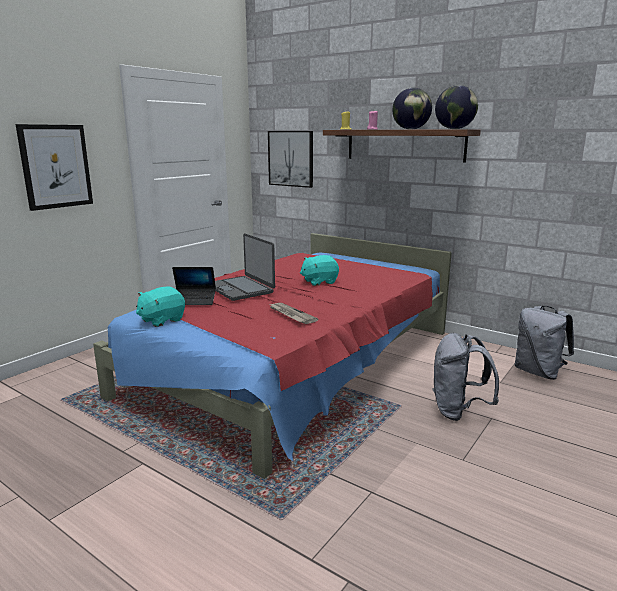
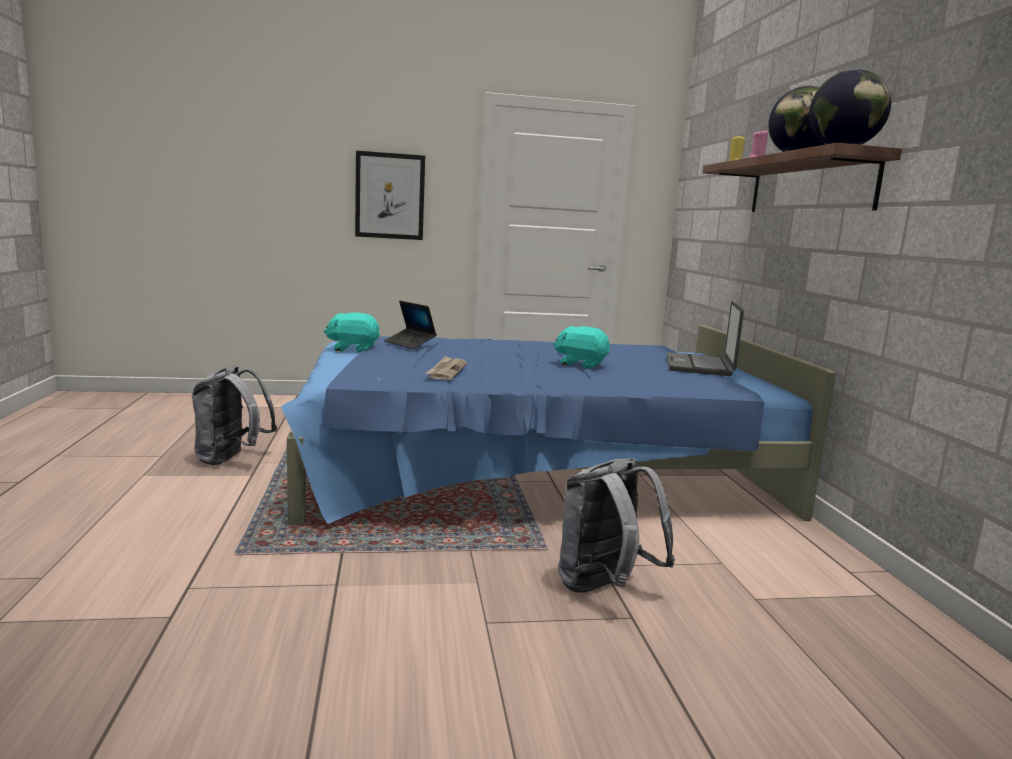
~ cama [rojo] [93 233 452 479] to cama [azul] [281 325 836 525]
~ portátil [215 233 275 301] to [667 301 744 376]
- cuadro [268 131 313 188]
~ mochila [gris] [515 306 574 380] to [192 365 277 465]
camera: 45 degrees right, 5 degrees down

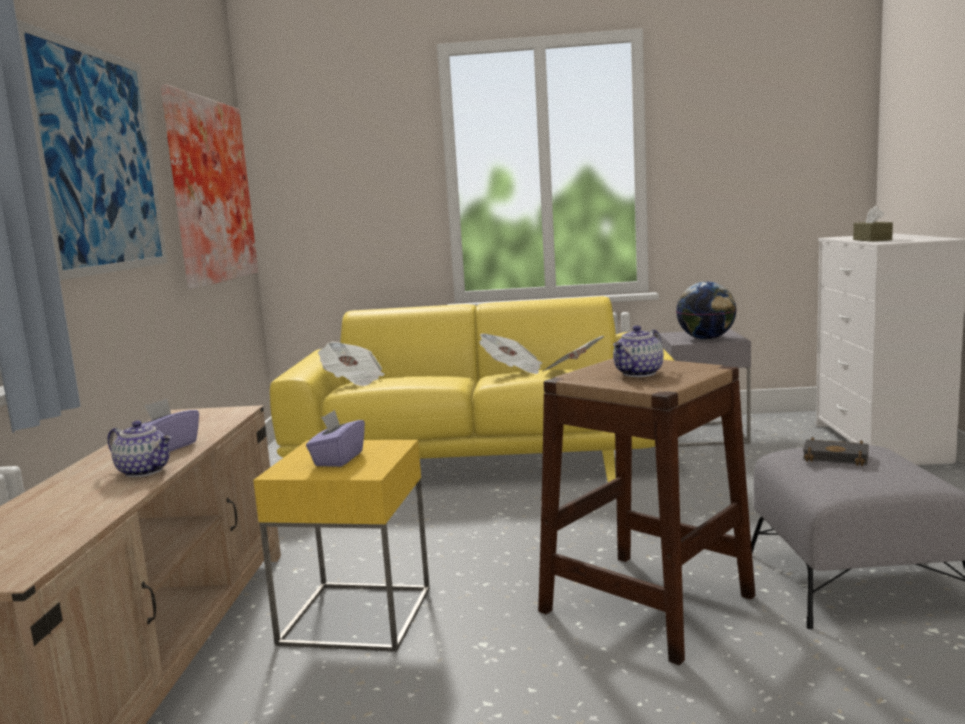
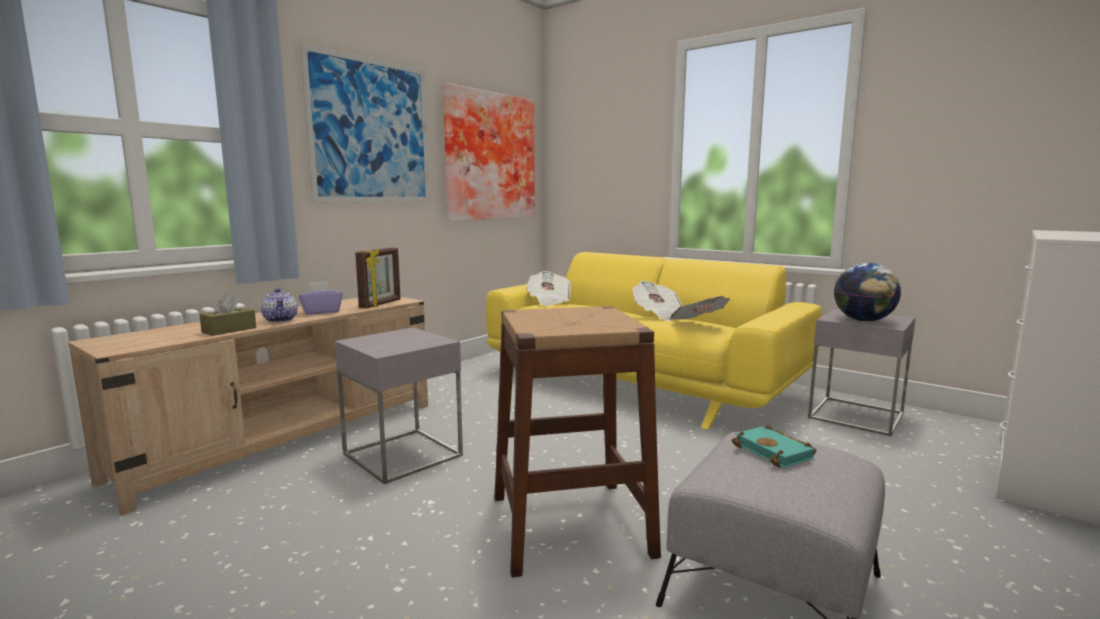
~ mesa auxiliar [amarillo] [253 440 430 652] to mesa auxiliar [gris] [335 327 463 484]
- caja de pañuelos [morado] [306 410 365 467]
- tetera [613 325 664 377]
~ libro [negro] [803 437 868 466] to libro [turquesa] [731 425 817 468]
~ caja de pañuelos [marrón] [853 206 893 242] to [199 294 256 336]
+ portarretratos [355 248 401 308]
camera: 35 degrees right, 0 degrees up

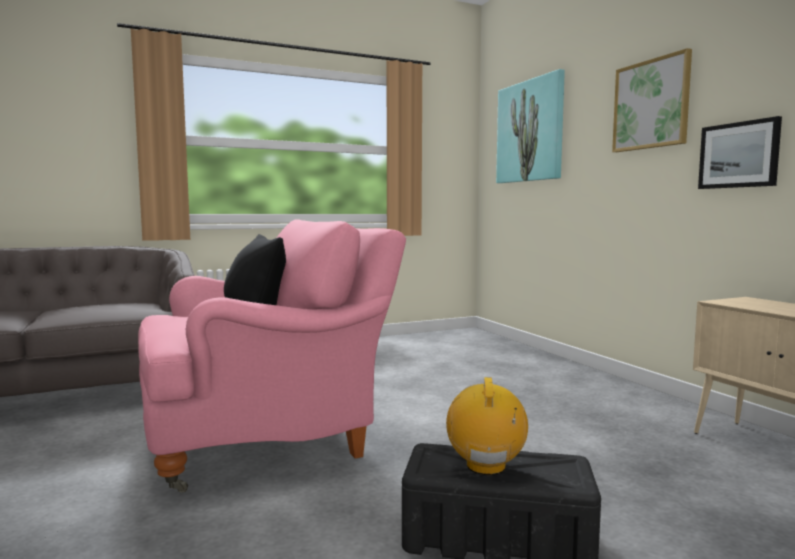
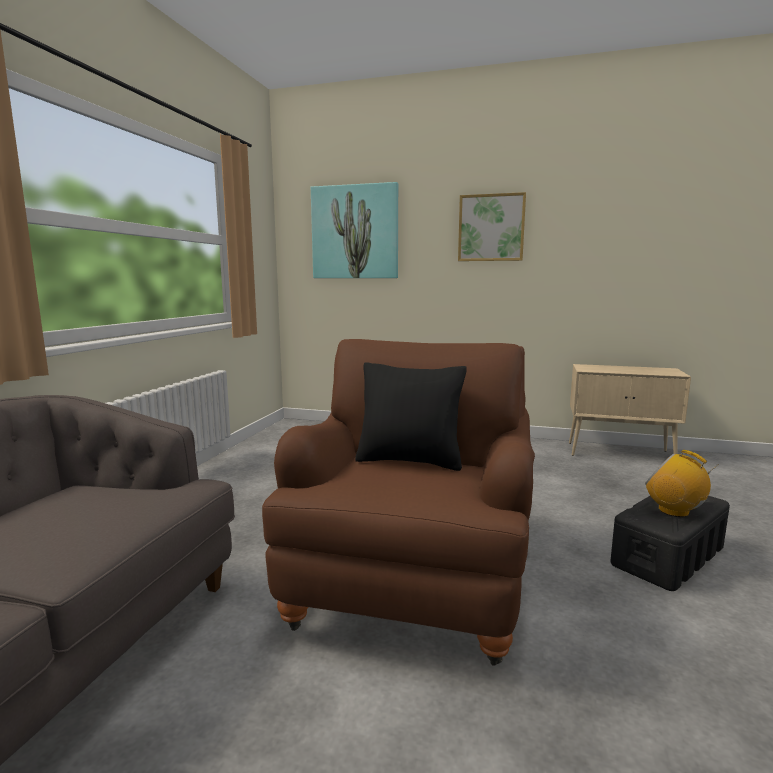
~ sillón [rosa] [138 219 406 493] to sillón [marrón] [262 339 535 666]
- cuadro [698 116 782 189]
camera: 50 degrees left, 5 degrees up

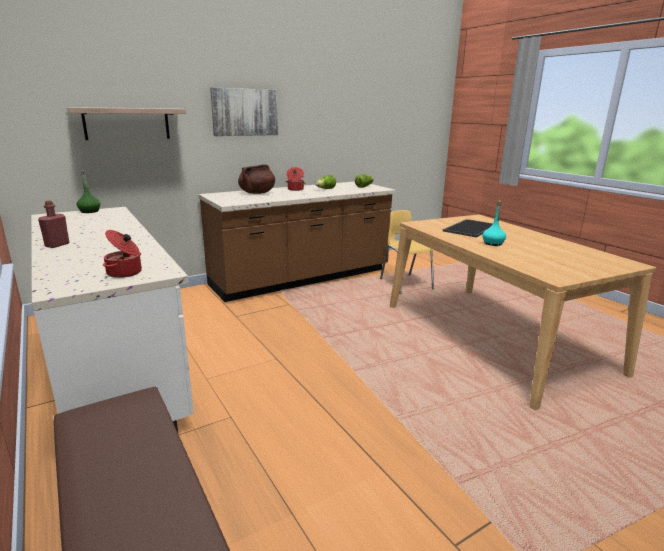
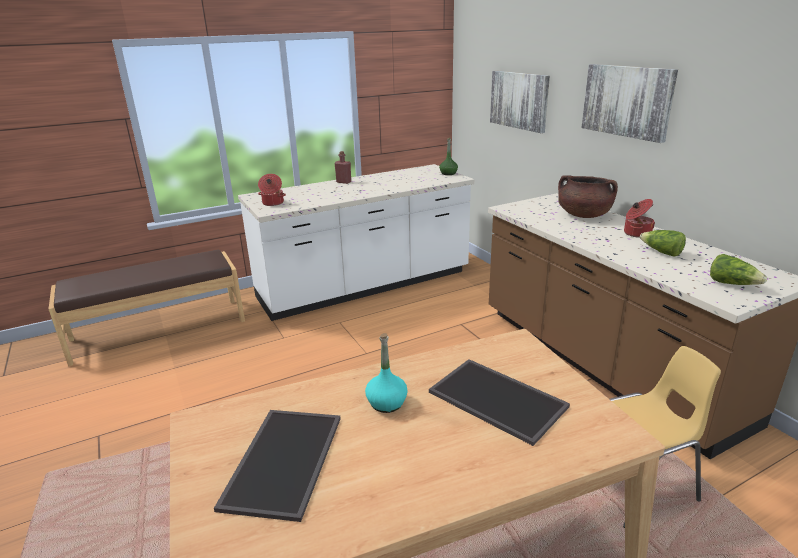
~ estante [67 107 186 140] to cuadro [490 71 550 133]
+ bandeja [214 410 341 522]
camera: 95 degrees right, 5 degrees up

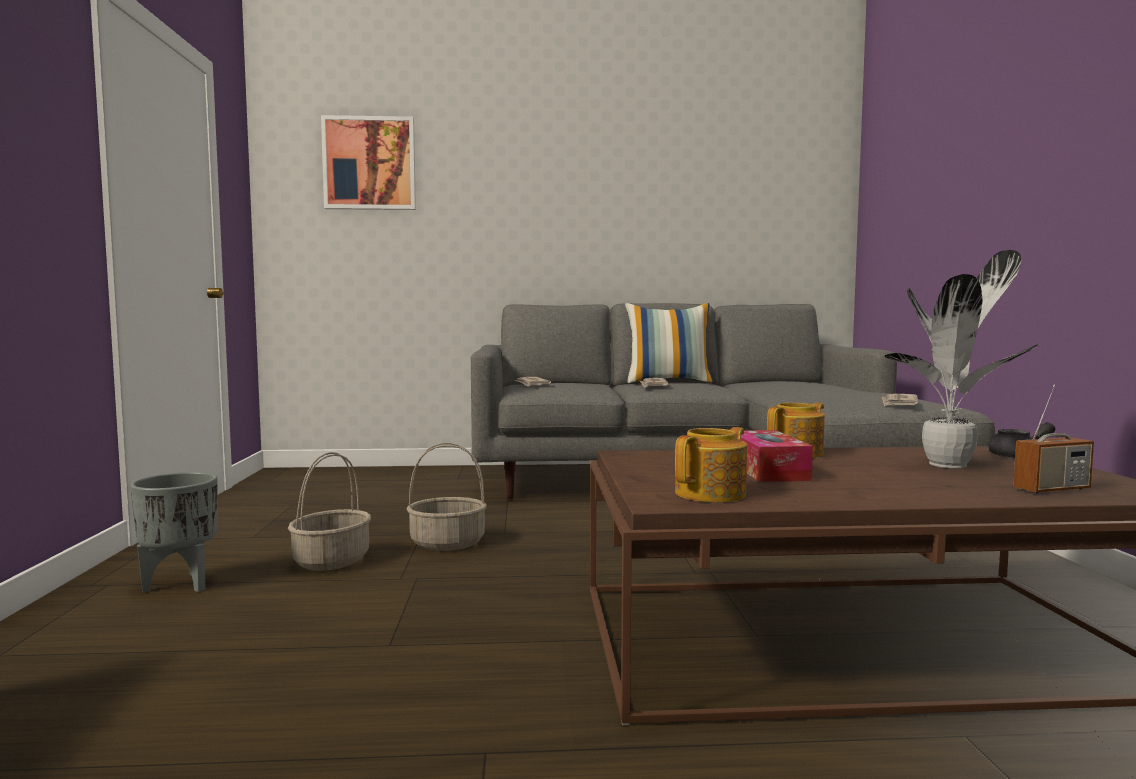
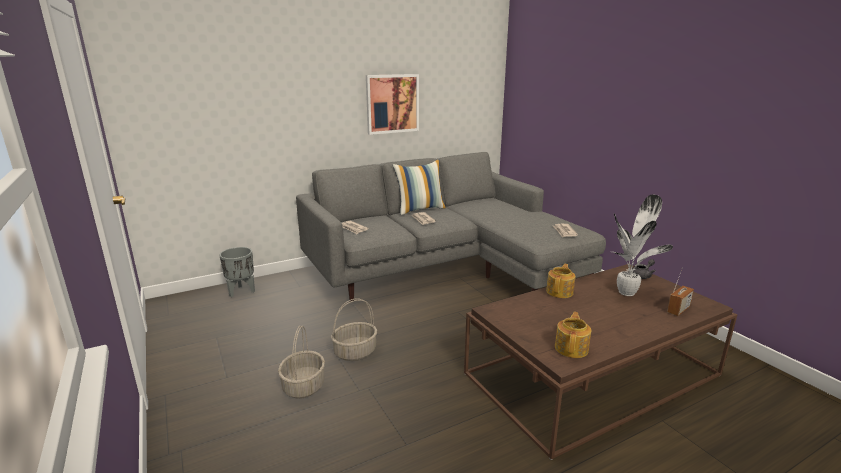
~ maceta [gris] [130 472 218 593] to [219 247 255 297]
~ cuadro [321 115 416 210] to [366 74 419 135]
- caja de pañuelos [741 430 813 482]
camera: 25 degrees left, 15 degrees up

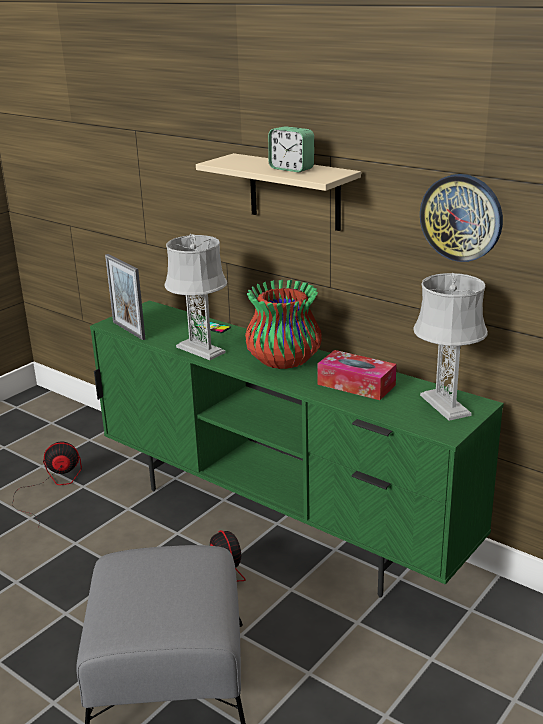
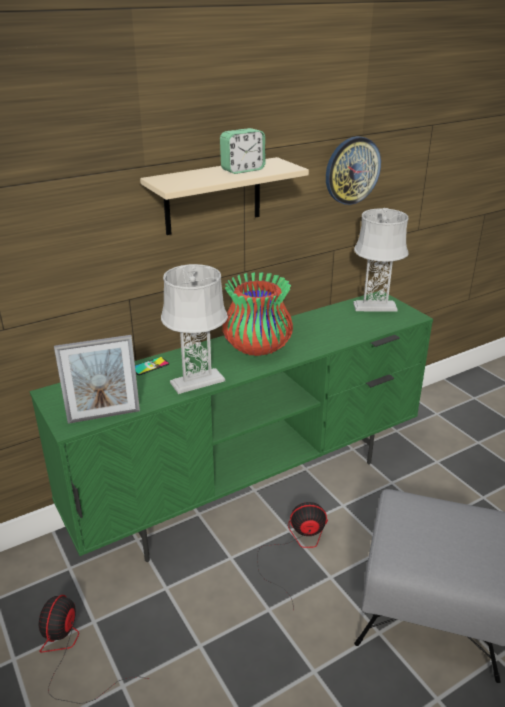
- caja de pañuelos [317 350 396 400]
camera: 70 degrees left, 5 degrees up

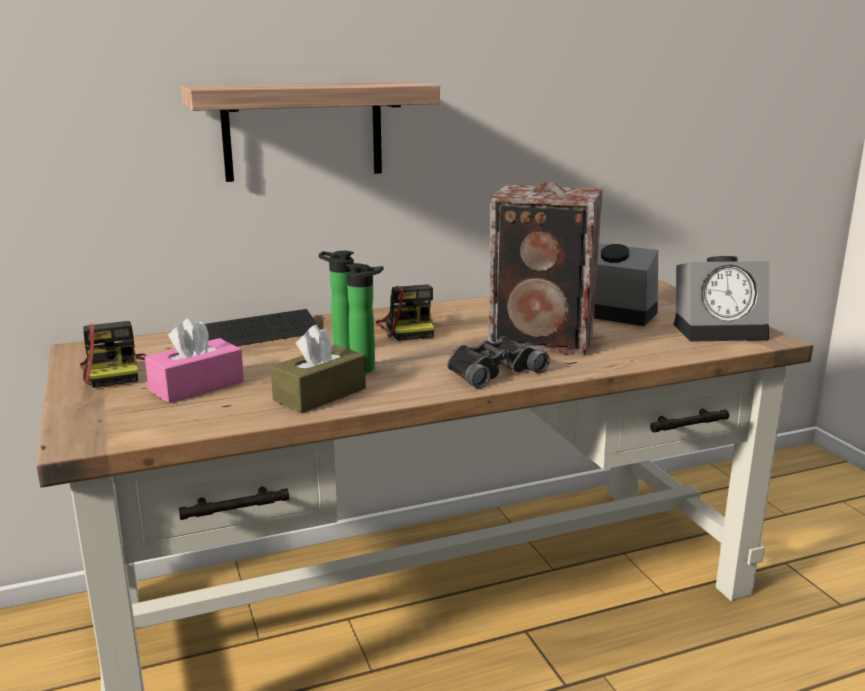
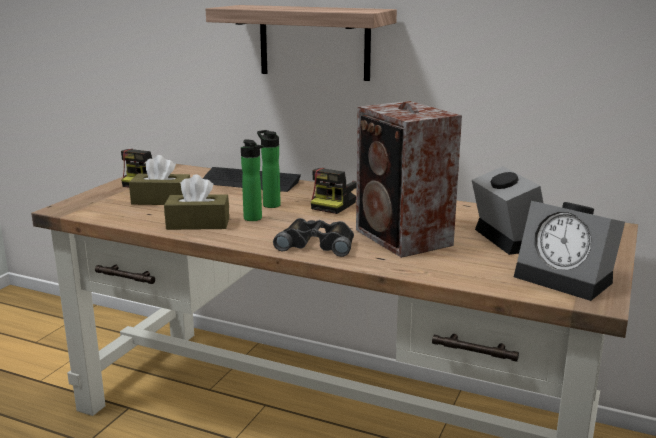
~ caja de pañuelos [rosa] [145 318 244 403] to caja de pañuelos [marrón] [129 155 190 205]
camera: 45 degrees right, 0 degrees up

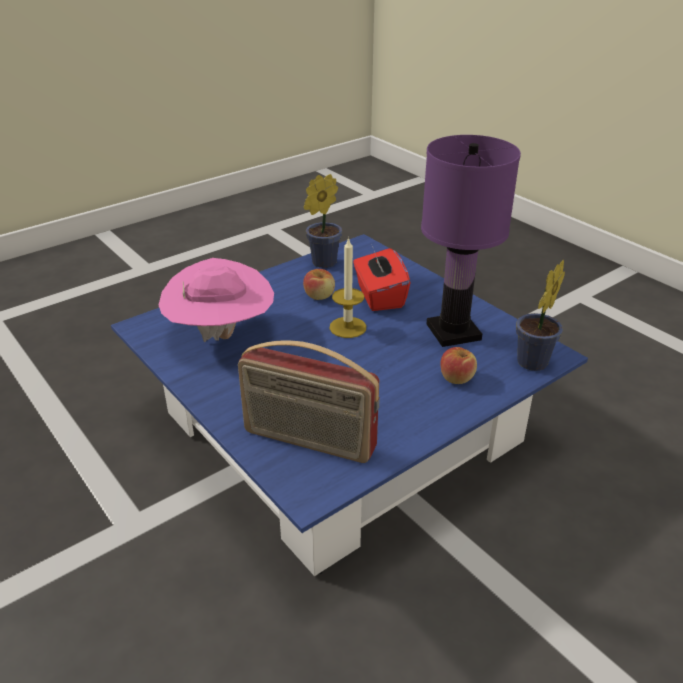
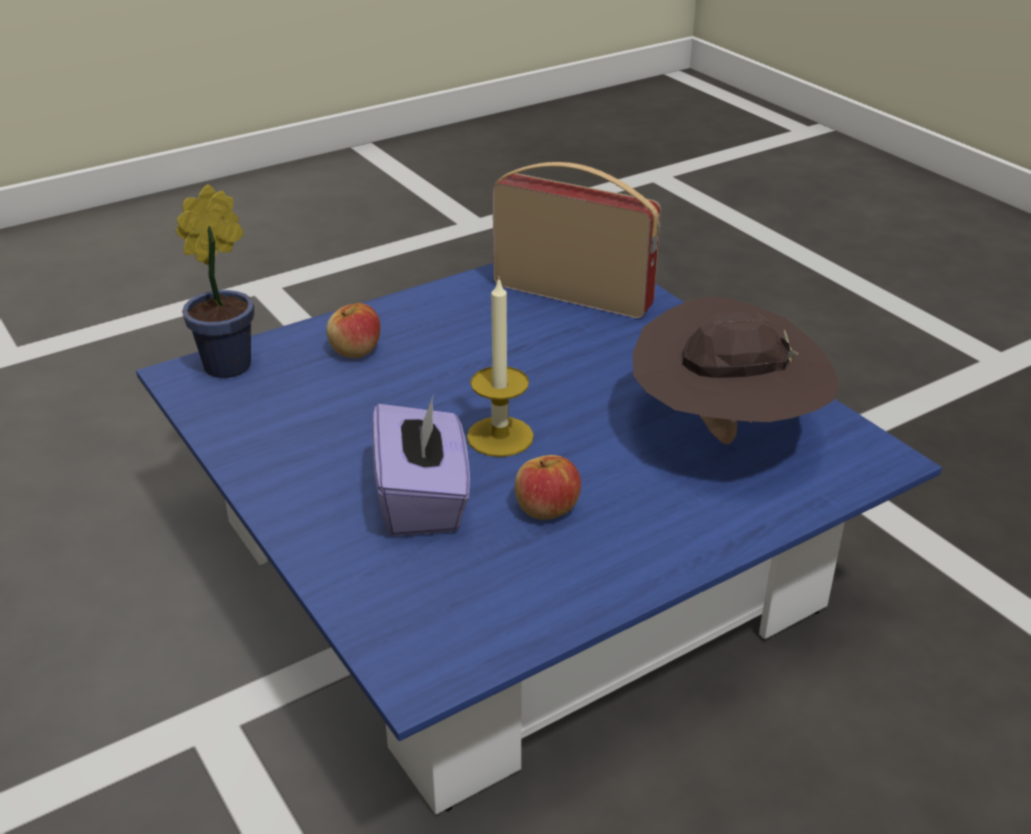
~ sombrero [rosa] [159 258 274 342] to sombrero [marrón] [633 296 839 444]
- planta en maceta [304 174 342 268]
~ caja de pañuelos [rojo] [353 246 410 311] to caja de pañuelos [morado] [372 394 470 536]
- lámpara de mesa [morado] [421 135 521 347]
camera: 175 degrees left, 0 degrees up

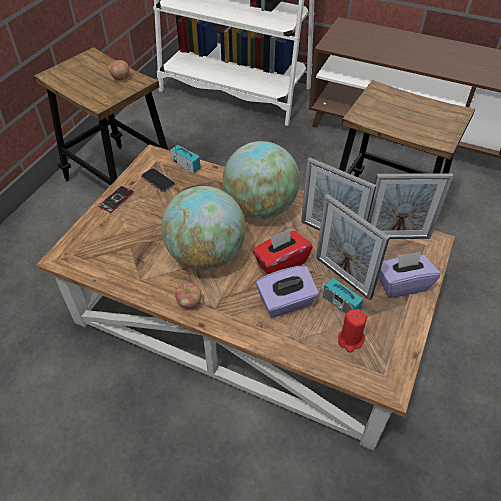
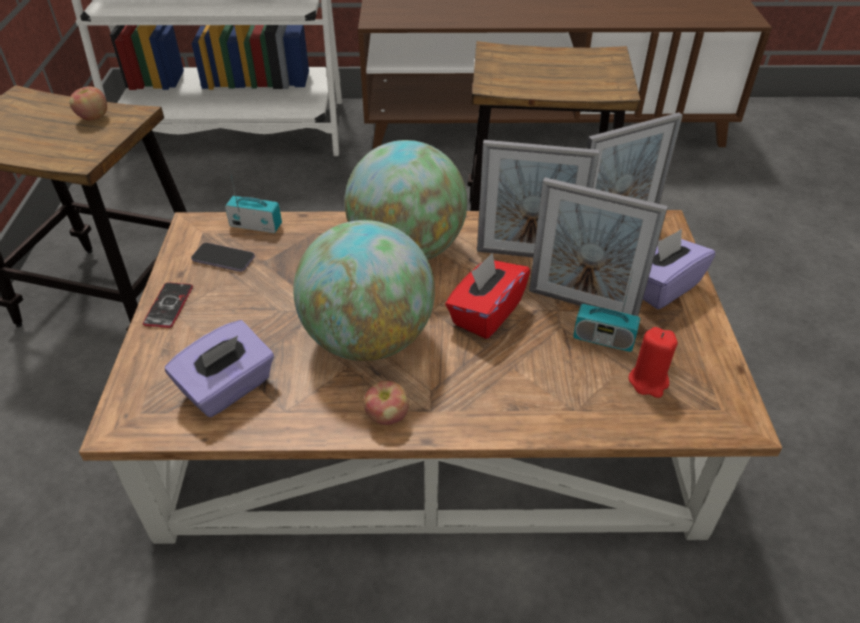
~ caja de pañuelos [morado] [256 265 319 318] to [165 320 274 417]
camera: 25 degrees left, 5 degrees down

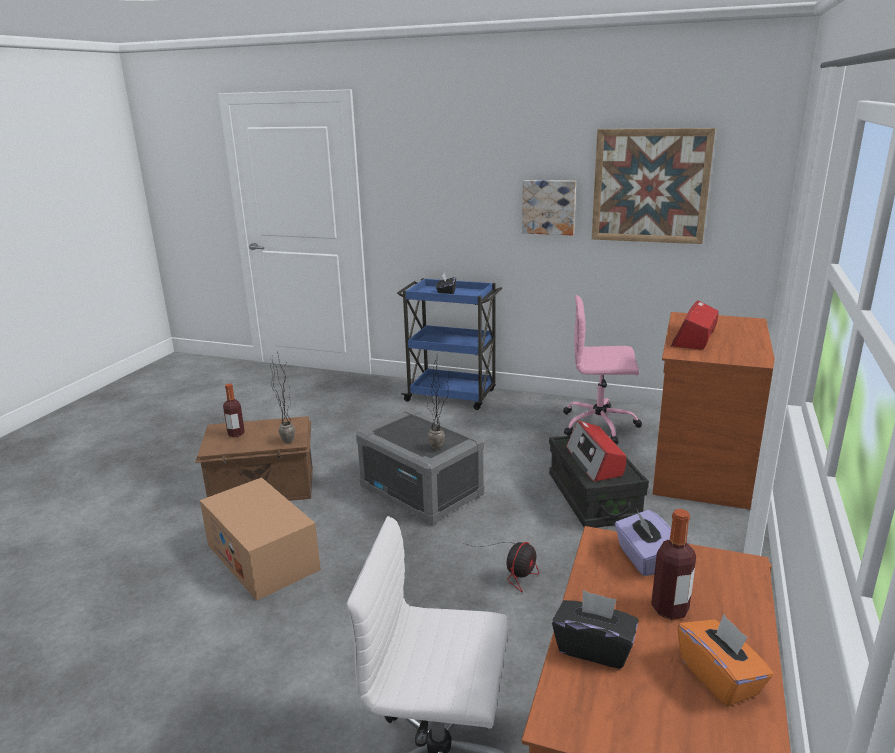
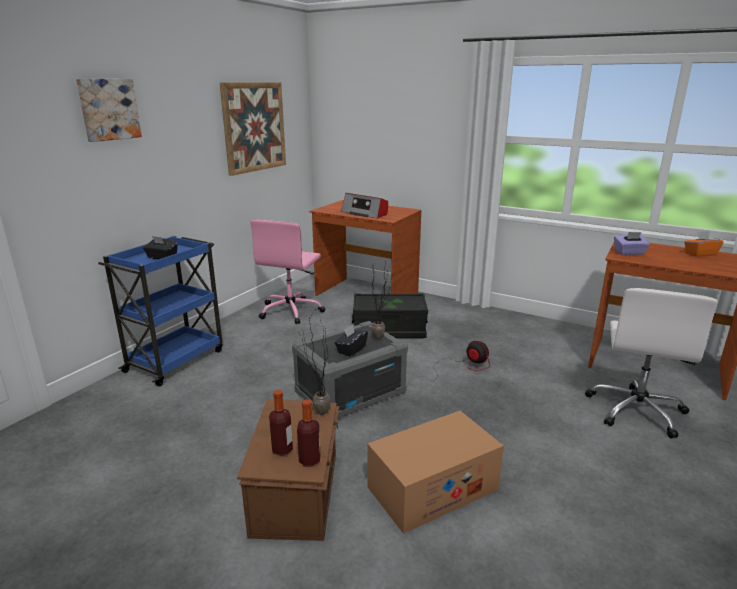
~ cuadro [522 180 576 235] to [76 79 142 142]
~ caja de pañuelos [negro] [552 590 638 669] to [335 325 368 357]
- radio [566 421 626 482]
~ botella [651 509 696 620] to [297 399 320 466]
camera: 80 degrees left, 0 degrees up

